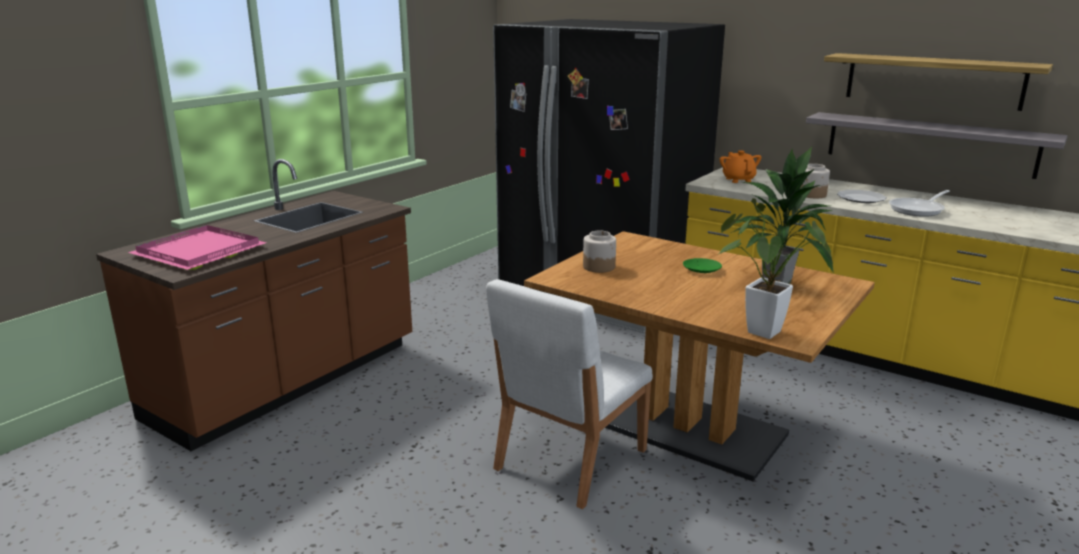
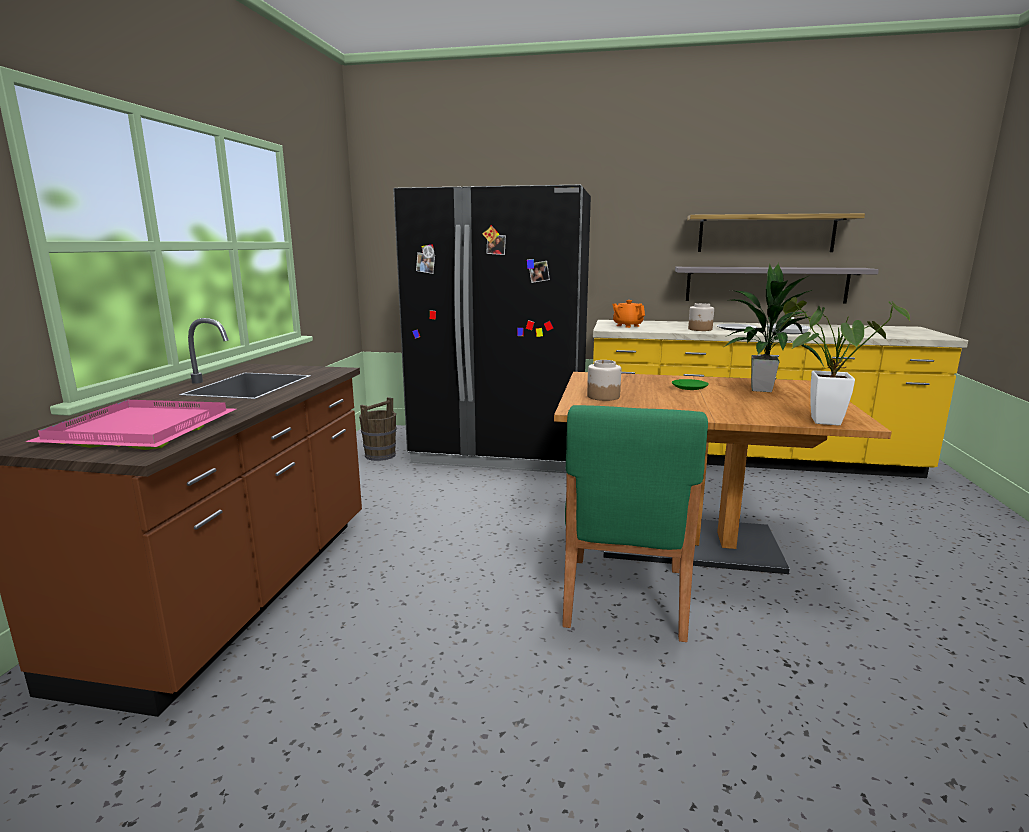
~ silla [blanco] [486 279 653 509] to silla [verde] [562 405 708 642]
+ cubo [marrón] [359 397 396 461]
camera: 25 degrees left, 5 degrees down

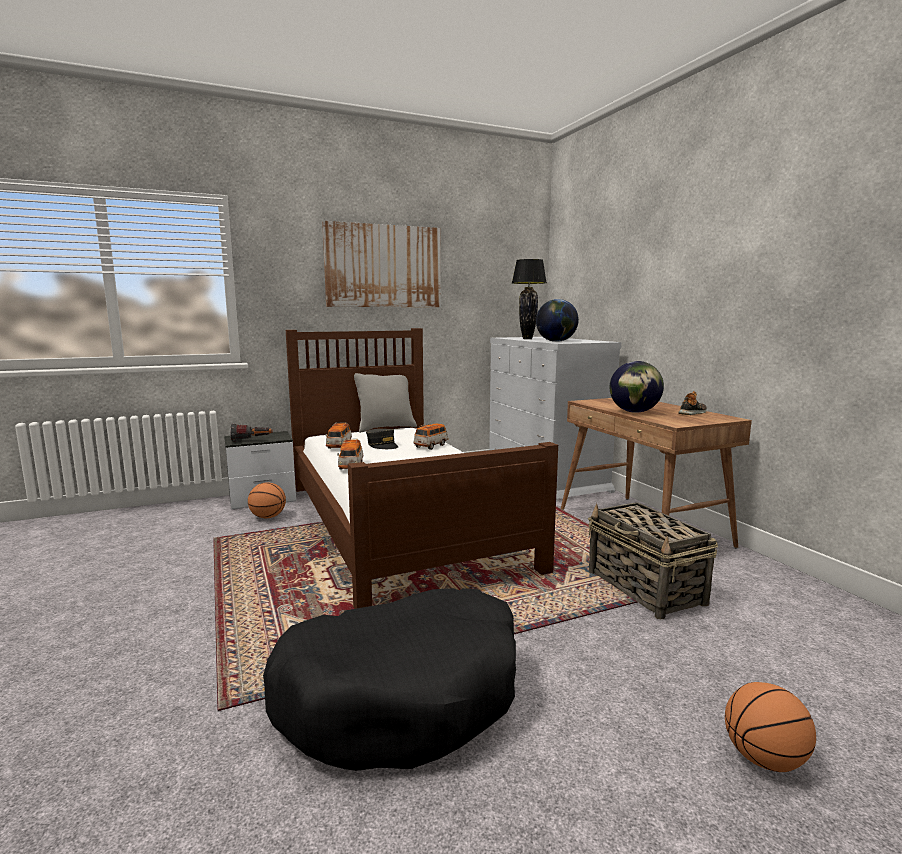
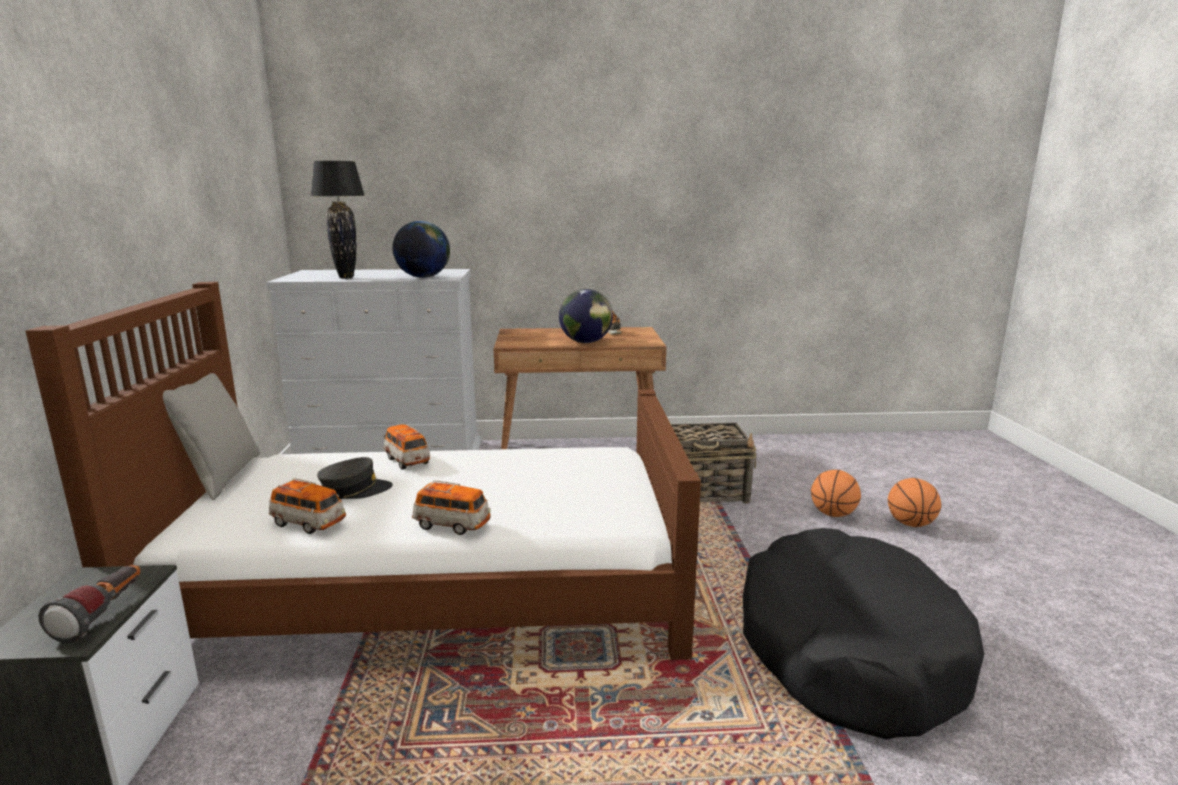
~ balón de baloncesto [248 483 286 518] to [811 470 861 517]
- cuadro [322 221 441 307]
camera: 70 degrees left, 5 degrees up

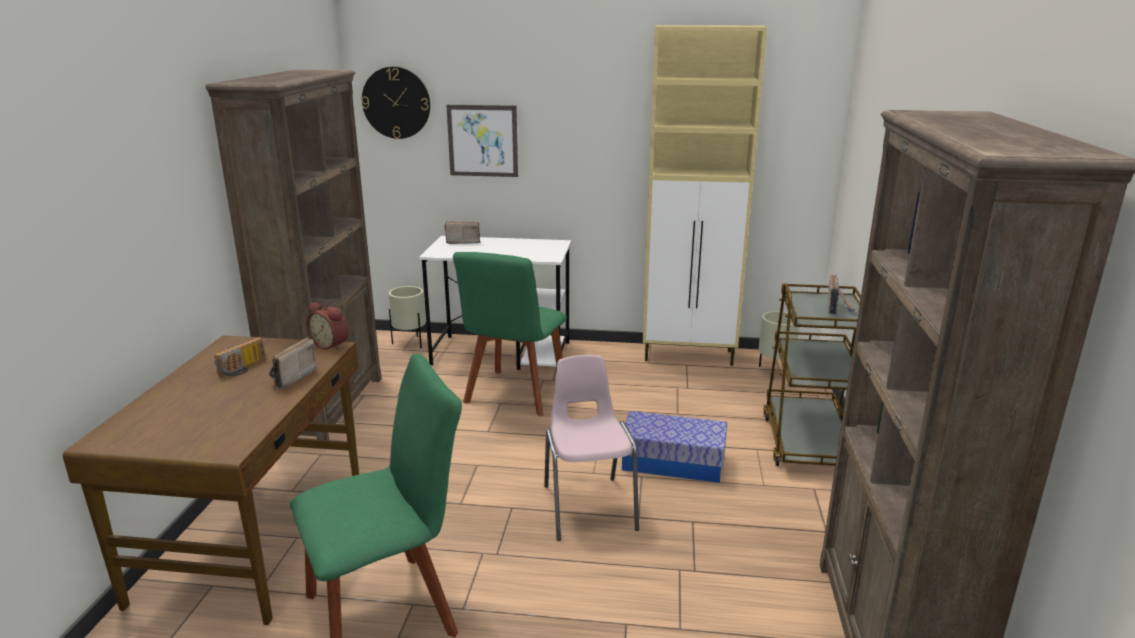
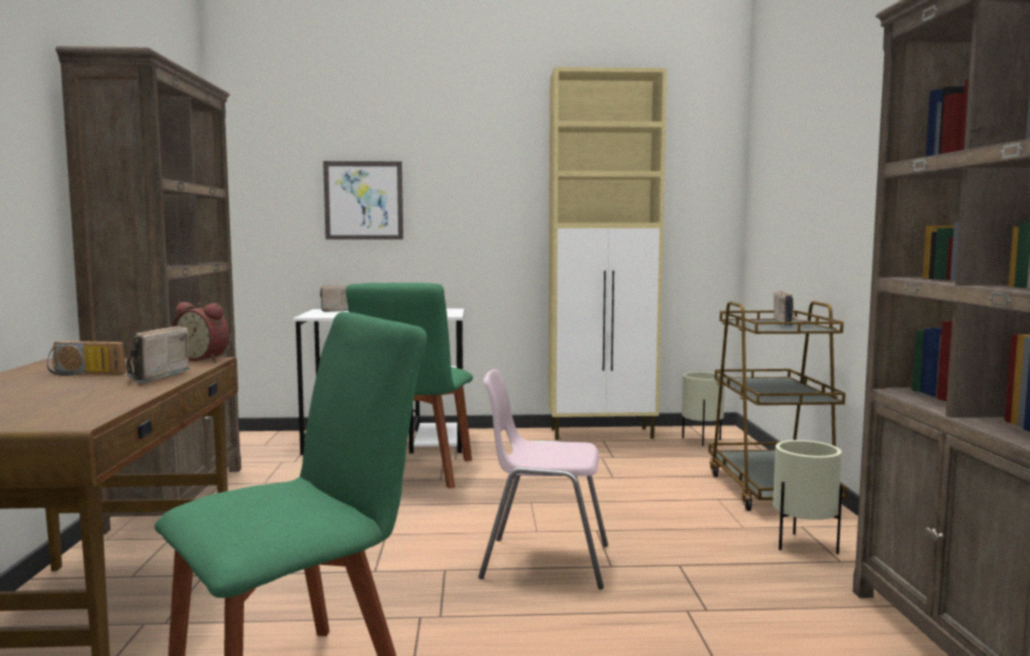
~ radio [214 337 266 377] = [47 341 125 376] 75 degrees clockwise
- reloj de pared [361 67 430 139]
~ maceta [beis] [389 286 426 348] to [773 440 842 554]
~ silla [rosa] [544 355 639 541] = [478 369 608 589] 60 degrees counterclockwise
- caja de almacenaje [622 411 727 483]
camera: 10 degrees left, 15 degrees down

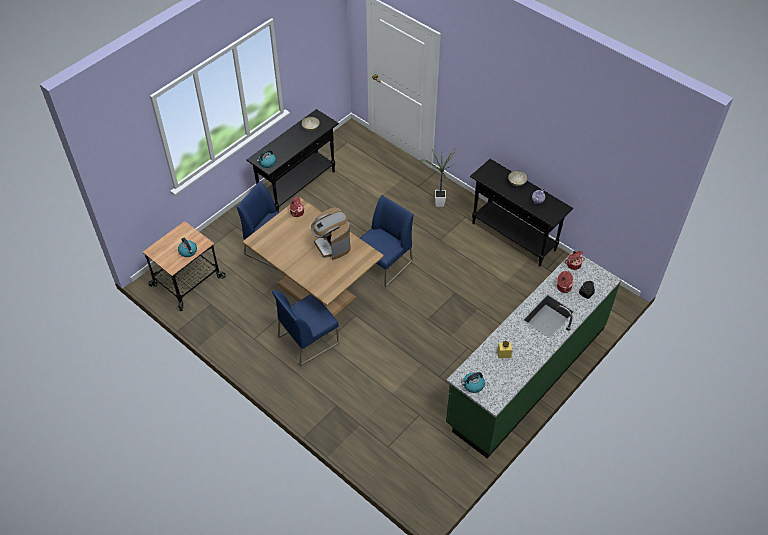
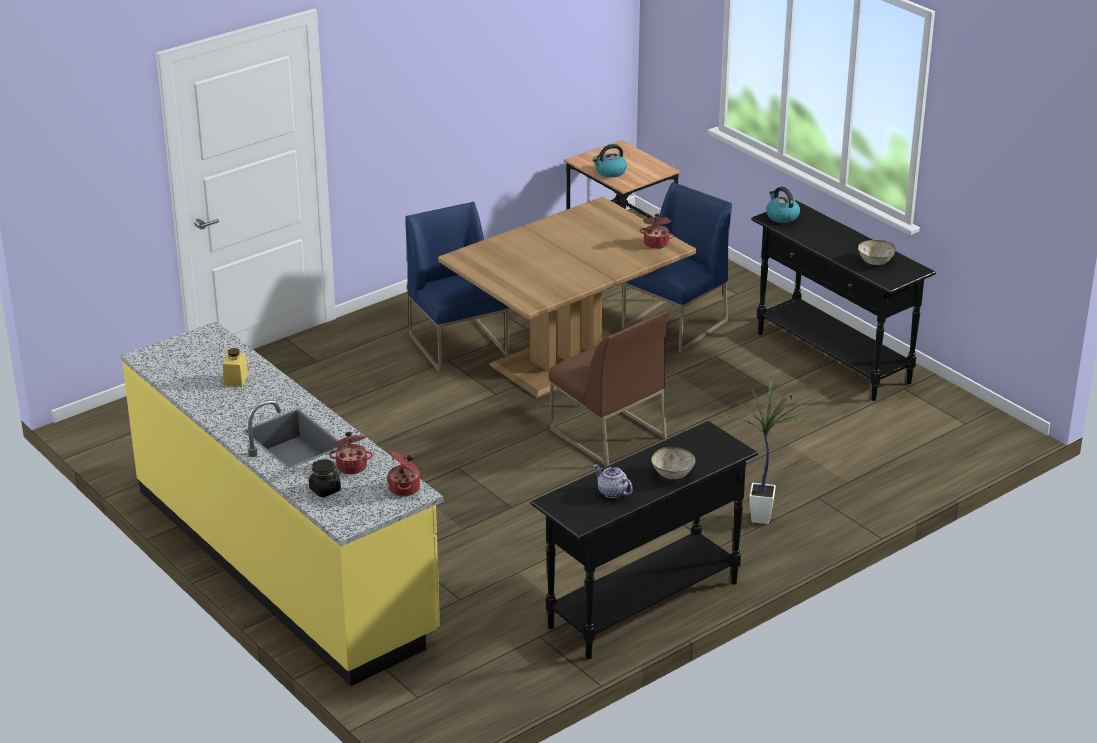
- cafetera [311 207 351 260]
~ silla [azul] [360 195 413 288] to silla [marrón] [549 311 669 467]
~ mueble bajo de cocina [verde] [446 252 621 458] to mueble bajo de cocina [amarillo] [121 321 443 686]
- hervidor [462 372 485 393]
camera: 100 degrees right, 20 degrees down

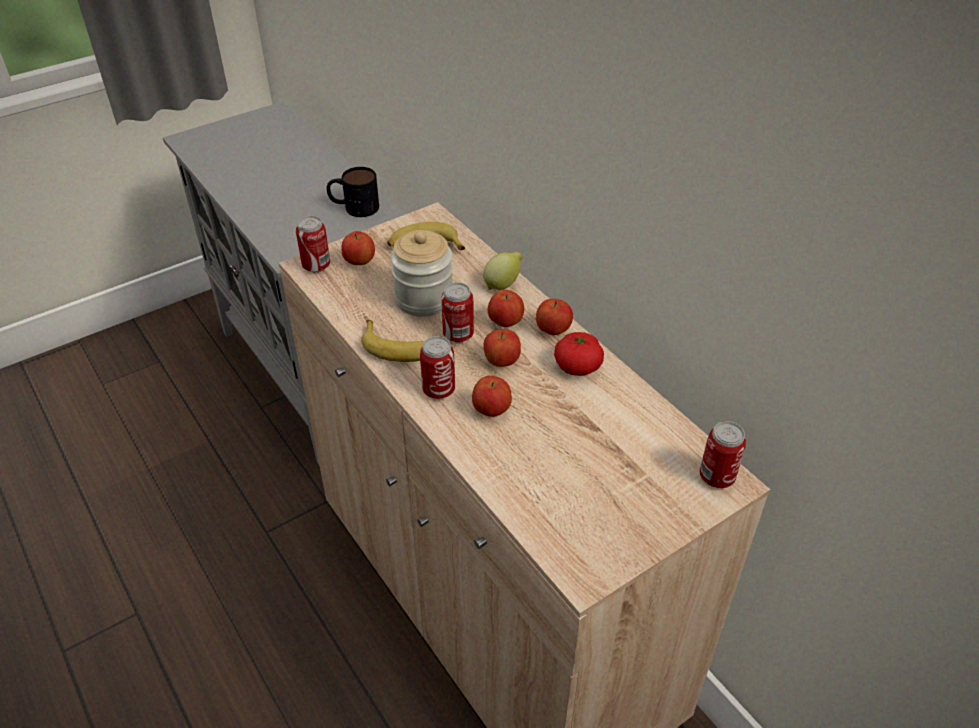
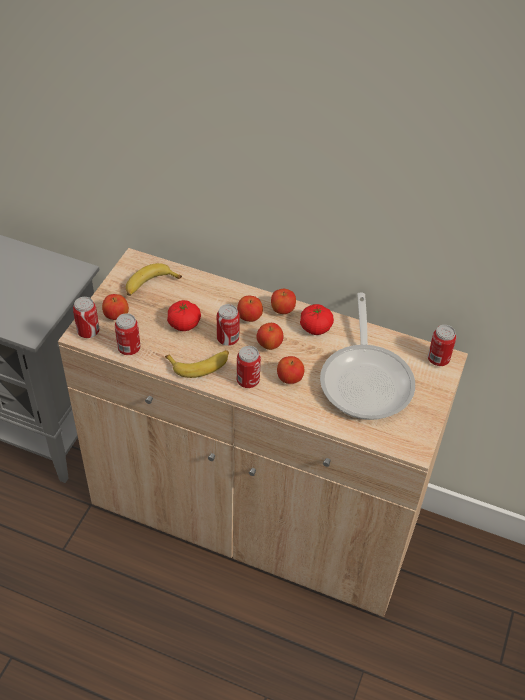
- taza grande [327 167 379 217]
~ tarro [390 230 453 317] to tomate [167 300 201 331]
- limón [483 251 523 290]
+ lata [115 313 140 355]
+ sartén [320 293 415 420]
camera: 35 degrees left, 5 degrees up

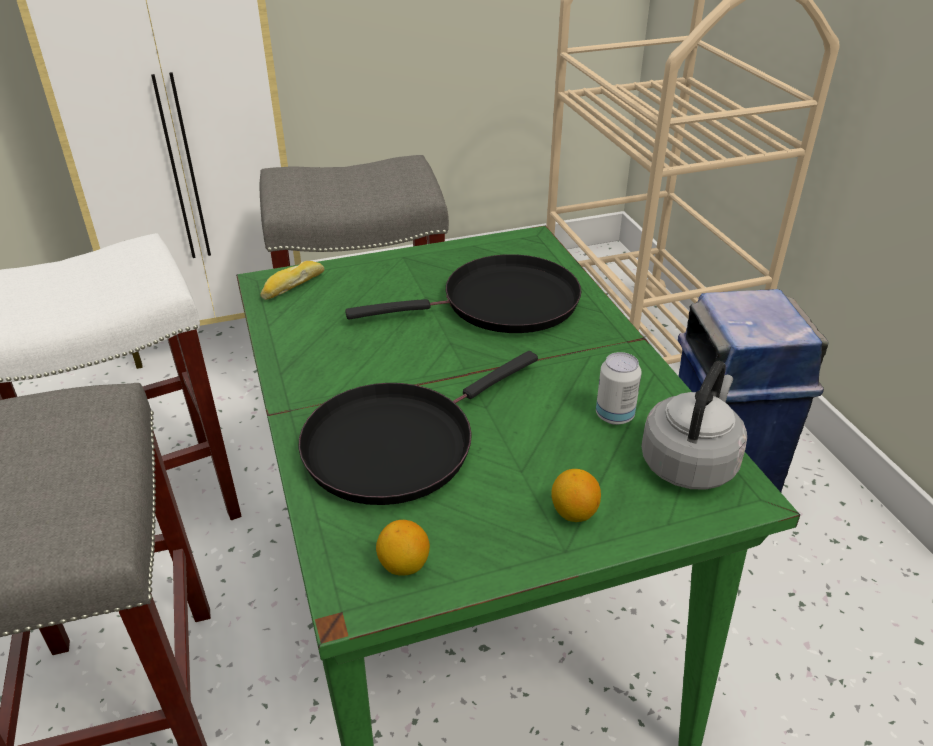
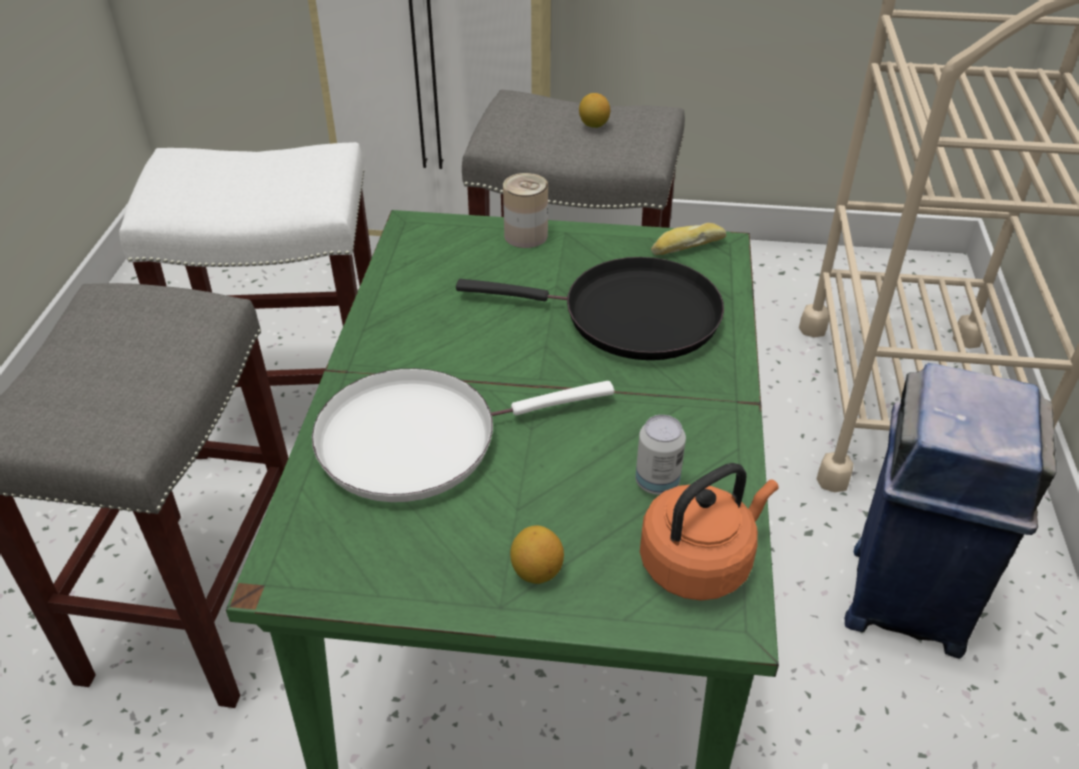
~ pan [261 261 324 300] to [651 223 726 255]
~ sartén [negro] [298 351 538 505] to sartén [blanco] [312 368 614 502]
~ limón [376 520 430 576] to [579 93 610 128]
~ hervidor [gris] [641 361 747 490] to hervidor [naranja] [640 463 779 601]
+ lata [503 173 548 248]
camera: 25 degrees right, 5 degrees up

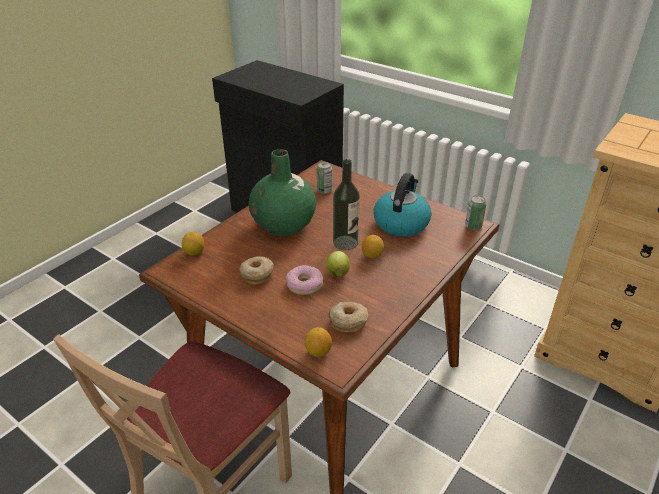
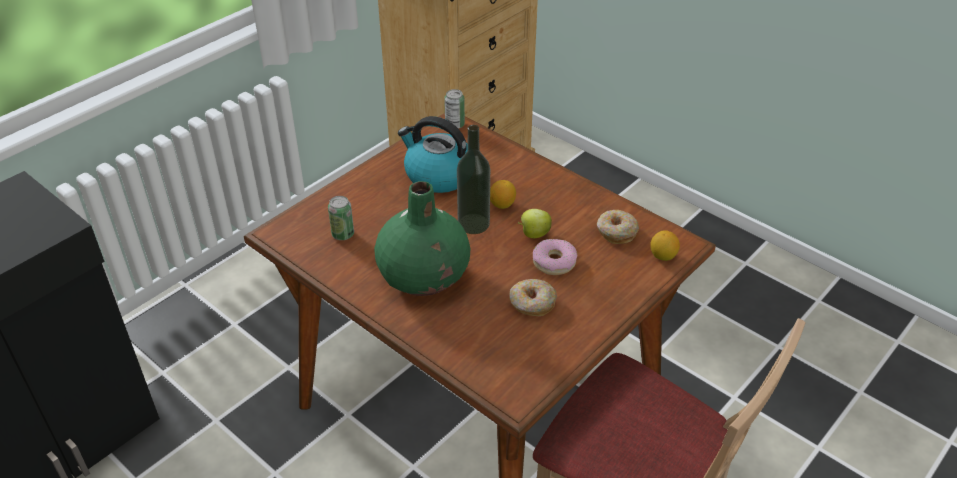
- limón [182 232 204 256]
camera: 85 degrees left, 5 degrees up

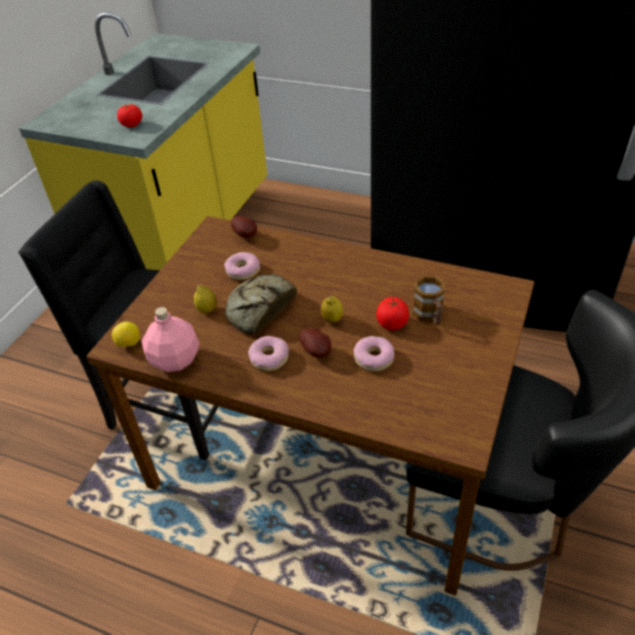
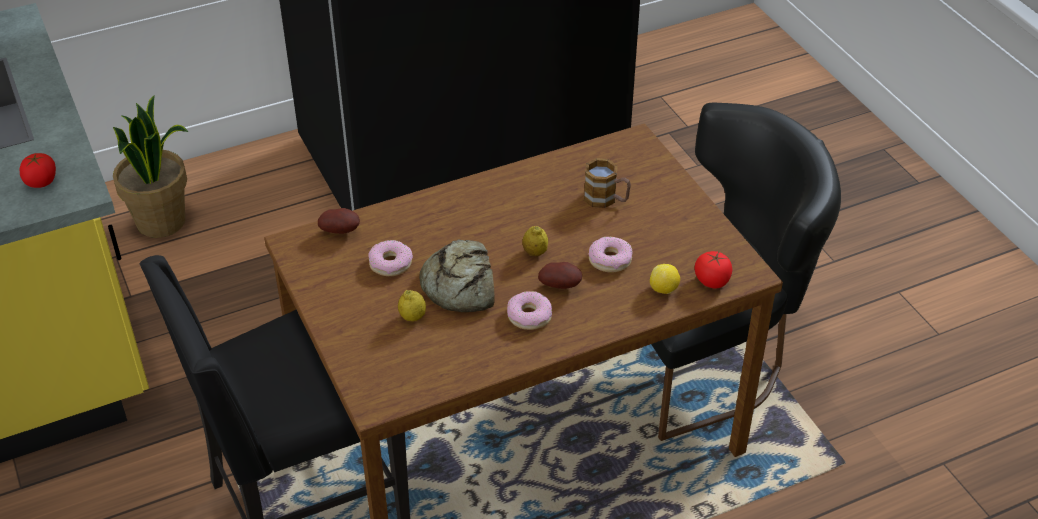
~ limón [112 321 140 347] to [650 264 680 294]
- botella [rosa] [142 307 199 372]
~ tomate [376 297 409 330] to [695 251 732 288]
+ planta en maceta [113 95 188 238]
camera: 50 degrees left, 0 degrees up

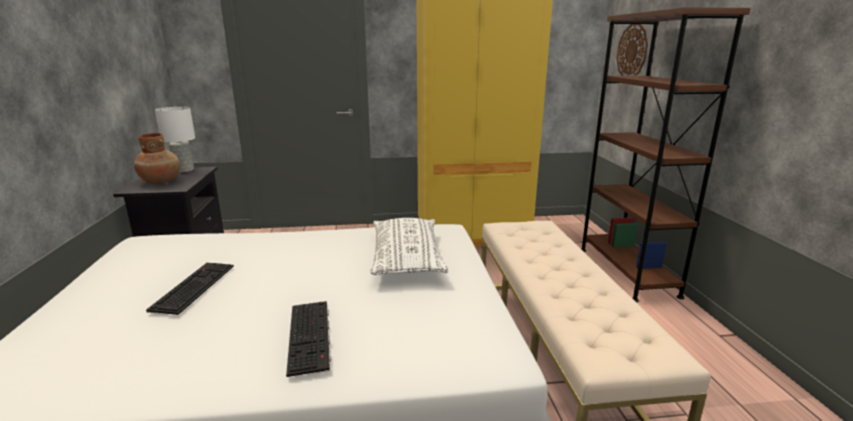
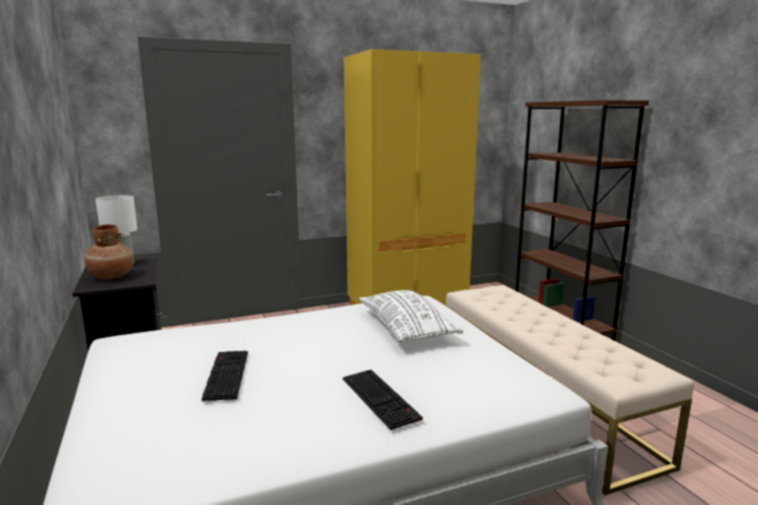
- reloj de pared [617 24 648 76]
camera: 15 degrees left, 5 degrees down

